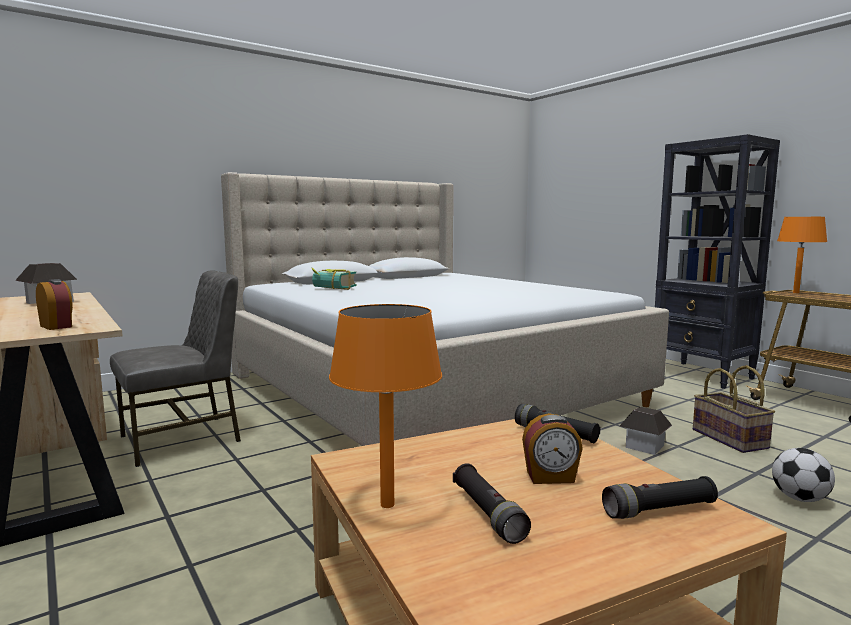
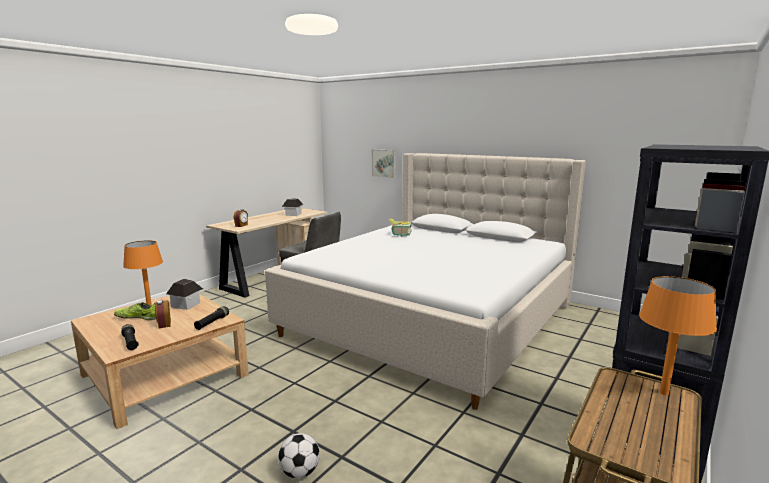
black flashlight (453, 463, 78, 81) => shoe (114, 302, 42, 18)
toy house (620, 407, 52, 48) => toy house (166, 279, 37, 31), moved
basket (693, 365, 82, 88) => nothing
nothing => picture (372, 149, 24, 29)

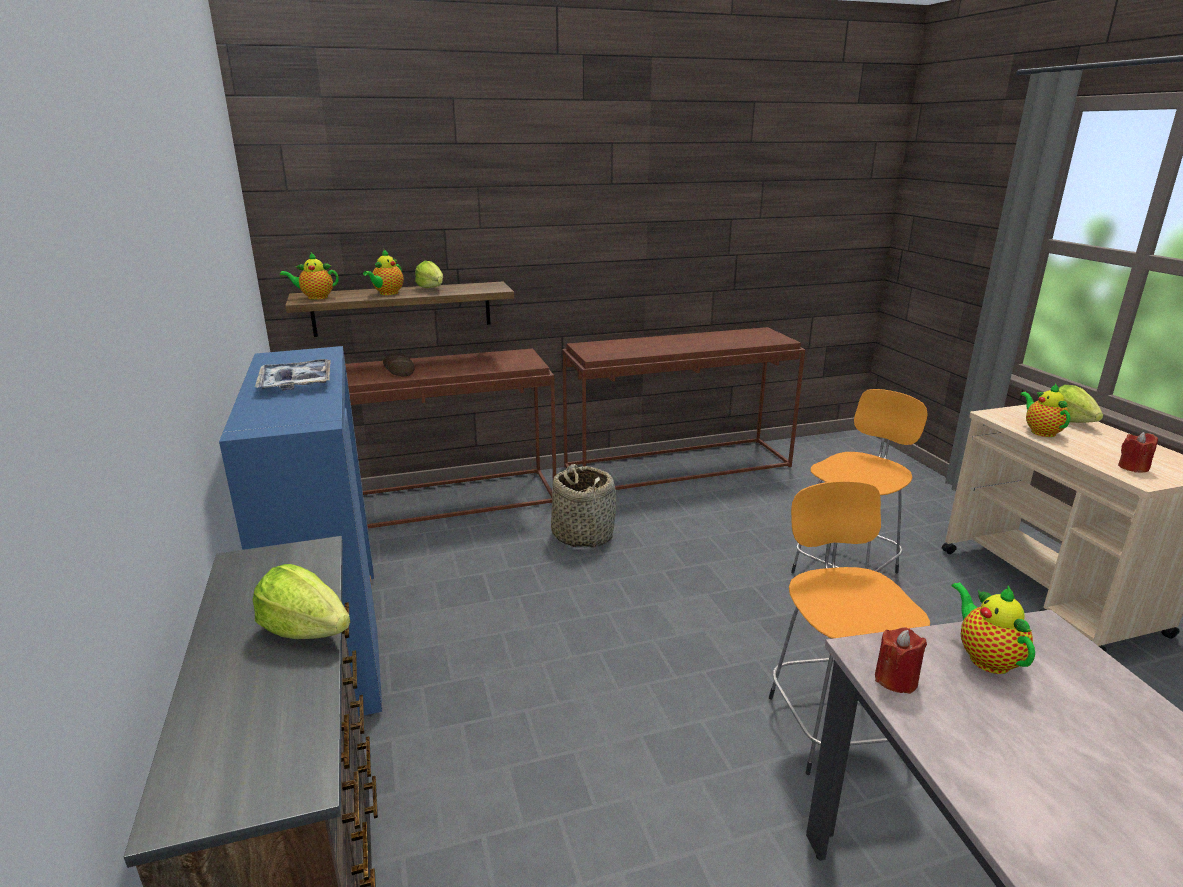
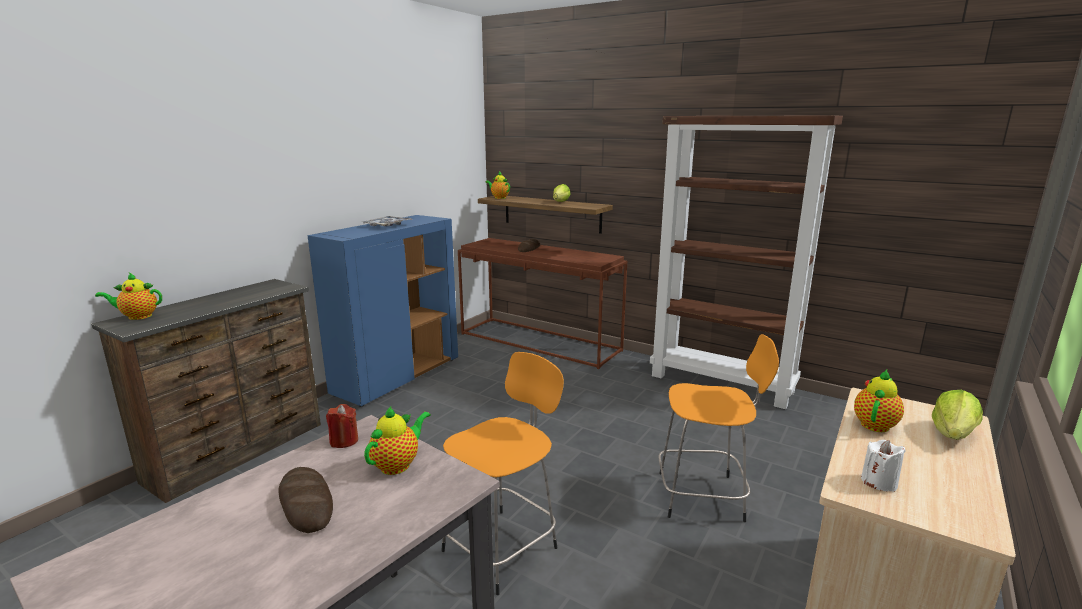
lettuce (253, 564, 97, 75) => nothing
teapot (363, 249, 41, 46) => teapot (95, 273, 67, 47), moved
basket (551, 464, 65, 84) => nothing
brown console table (562, 327, 243, 163) => brown bookcase (650, 115, 193, 294)
red candle (1118, 432, 40, 40) => white candle (861, 440, 45, 52)
nothing => bread (278, 467, 55, 66)

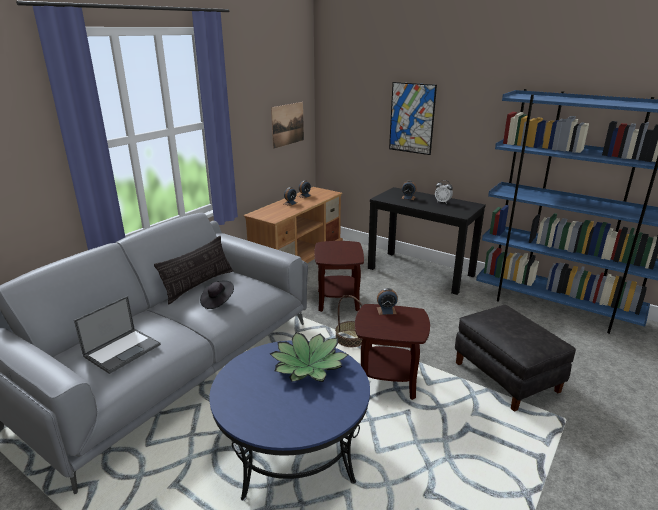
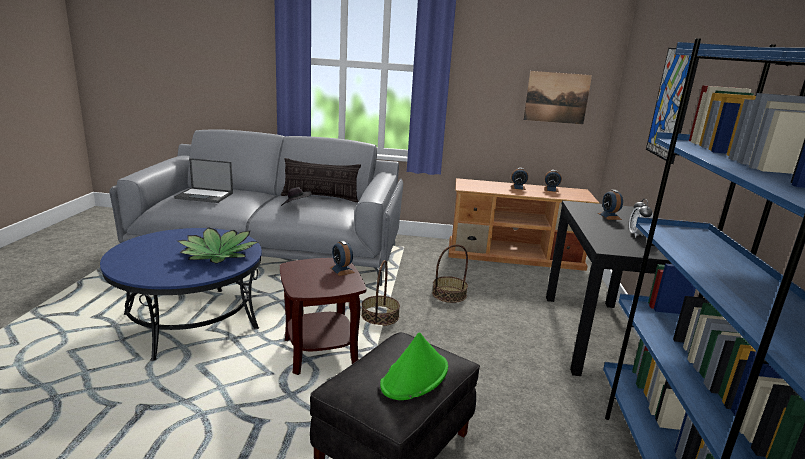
brown side table (314, 241, 50, 71) => basket (432, 244, 36, 59)
nothing => green hat (380, 332, 68, 68)

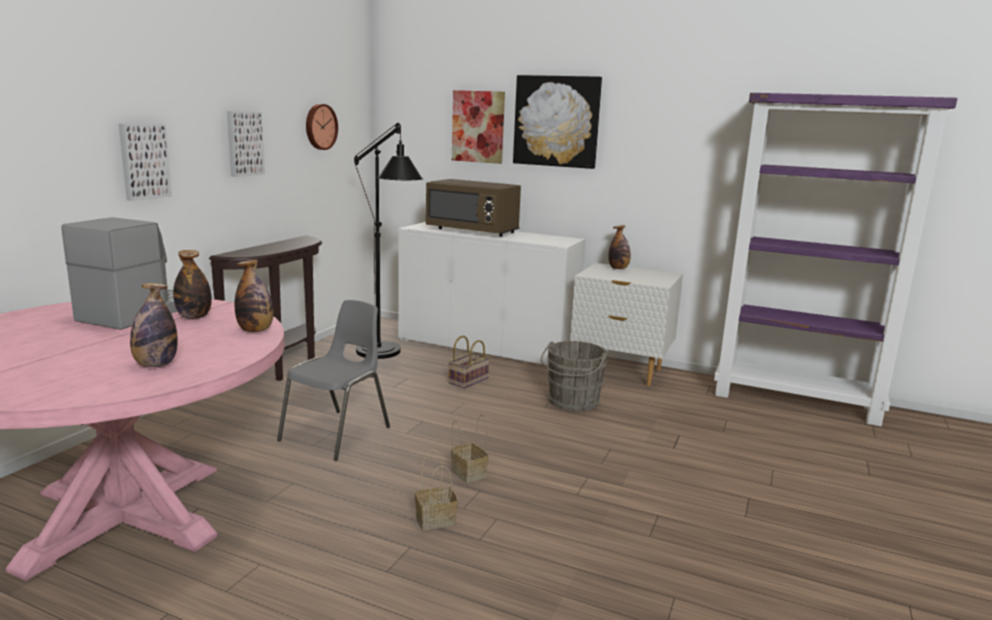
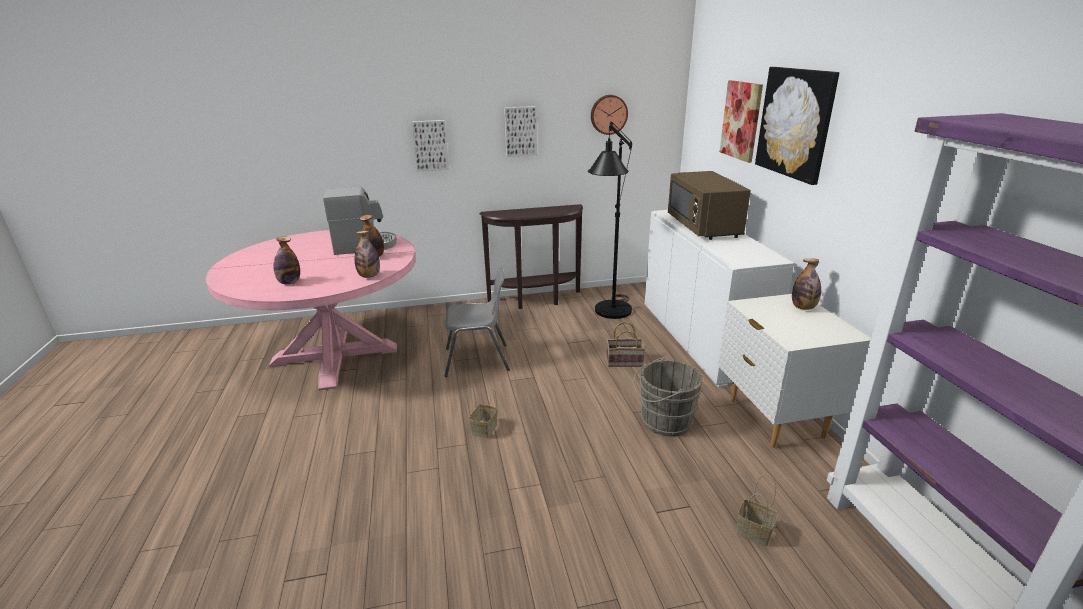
basket (415, 449, 43, 81) => basket (736, 474, 42, 72), moved

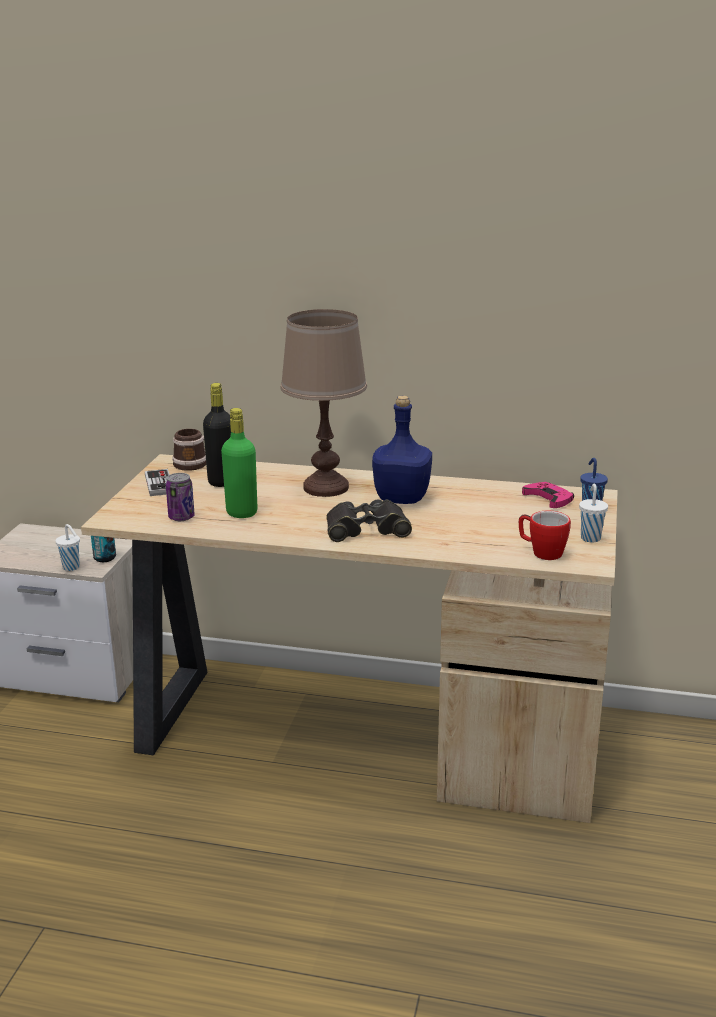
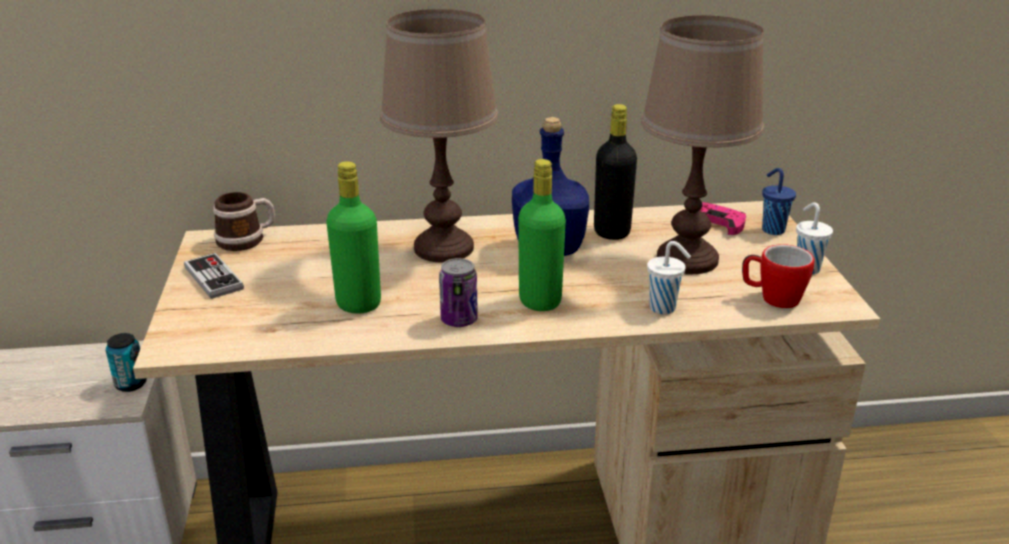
white cup (55, 524, 25, 47) => white cup (647, 241, 44, 73), moved
can (166, 473, 29, 48) => can (439, 258, 39, 69), moved
black bottle (203, 383, 28, 104) => black bottle (594, 104, 43, 136), moved
black binoculars (326, 499, 86, 43) => green bottle (518, 159, 48, 152)
nothing => brown table lamp (641, 15, 123, 259)

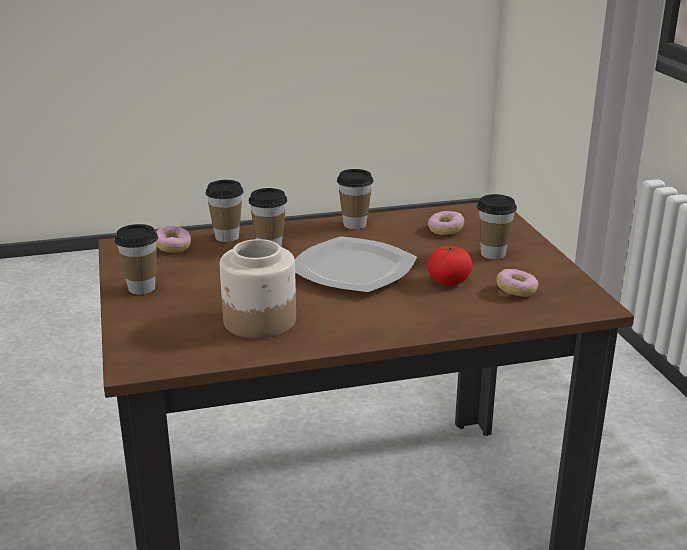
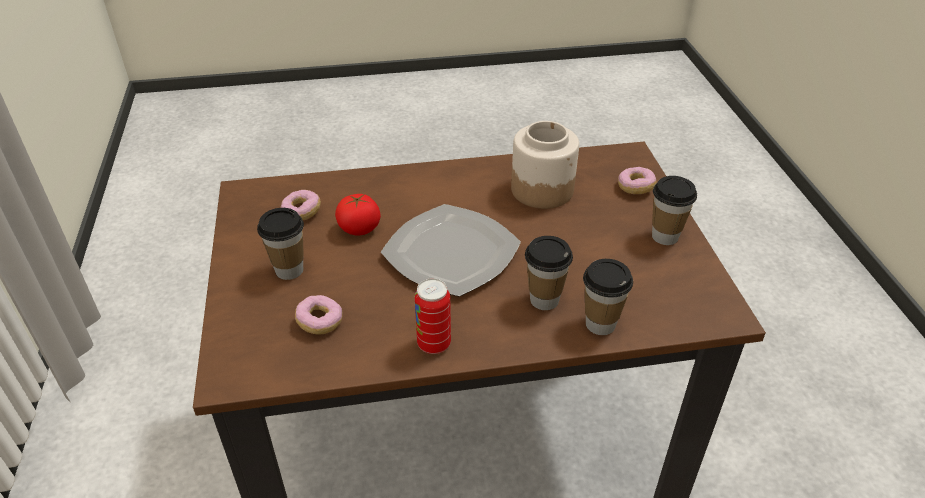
donut (156, 226, 35, 27) => donut (618, 167, 39, 27), moved
cup (337, 169, 36, 60) => can (414, 278, 37, 76)

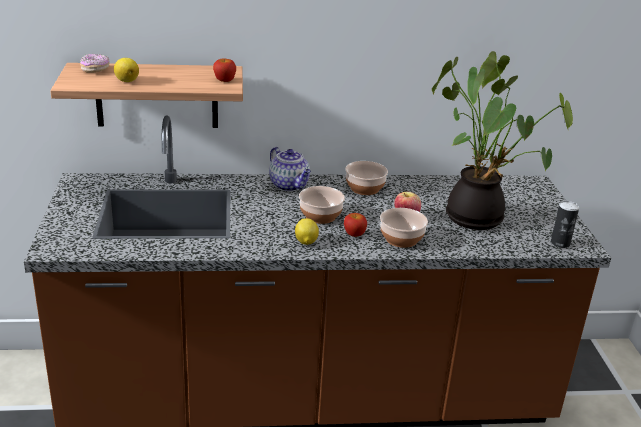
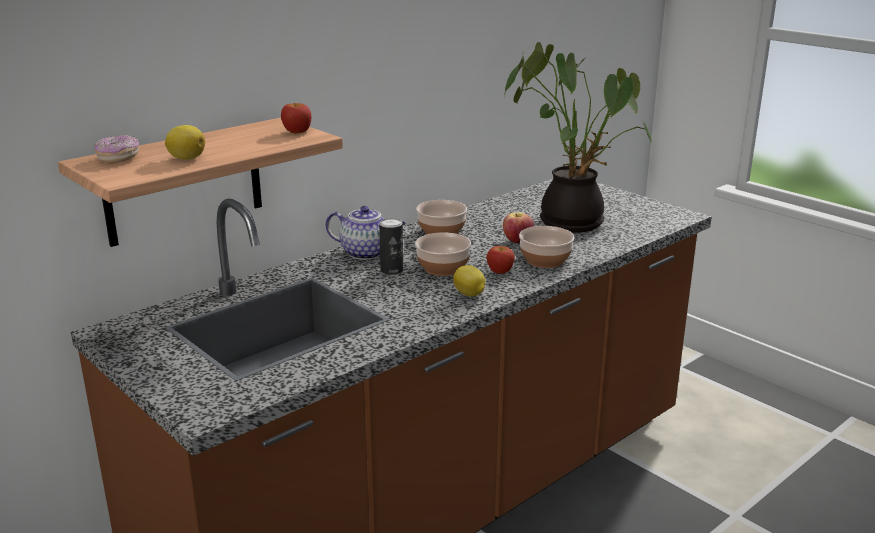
can (551, 201, 28, 47) => can (379, 218, 24, 57), moved

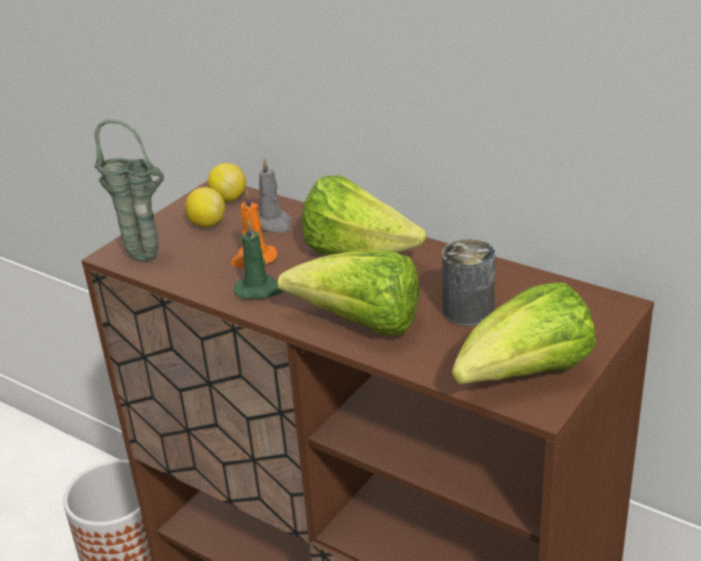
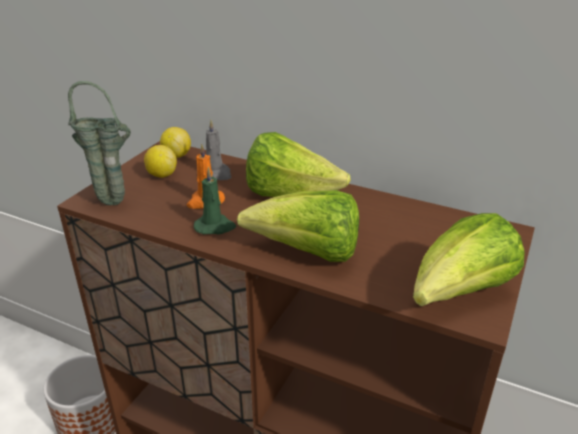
can (442, 239, 54, 87) => nothing

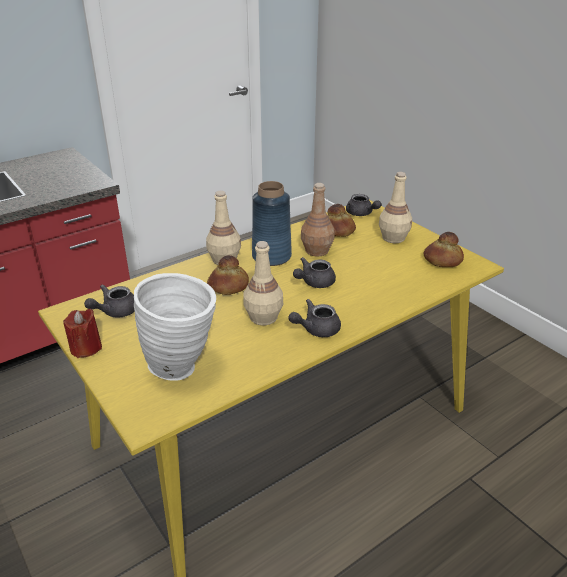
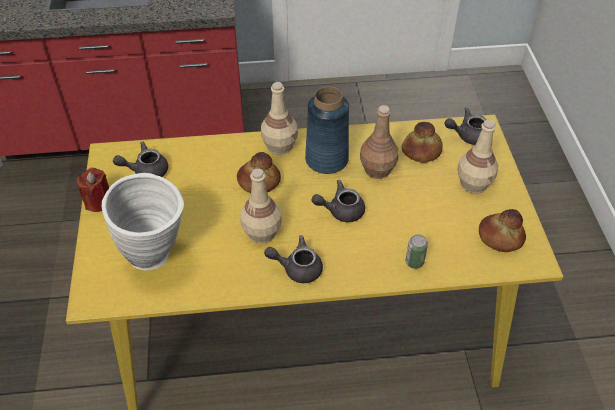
grey teapot (346, 194, 35, 22) => grey teapot (445, 107, 42, 38), 90 degrees clockwise
nothing => can (406, 234, 22, 35)

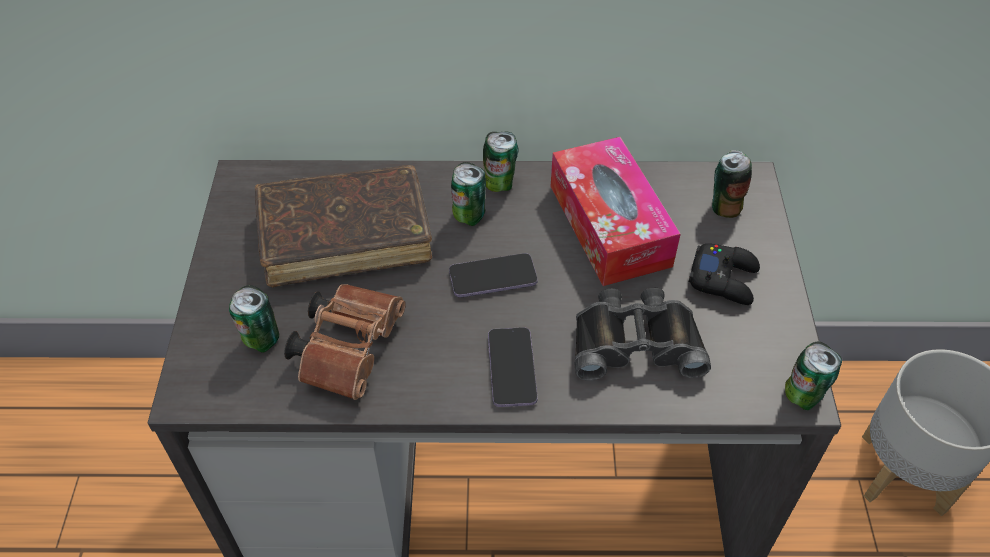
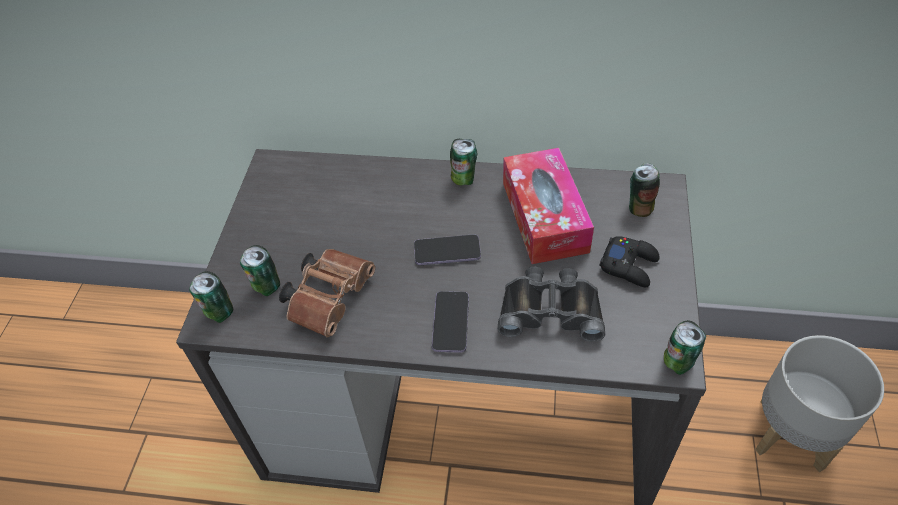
brown book (255, 165, 177, 122) => nothing
can (451, 162, 35, 64) => can (189, 271, 44, 52), moved

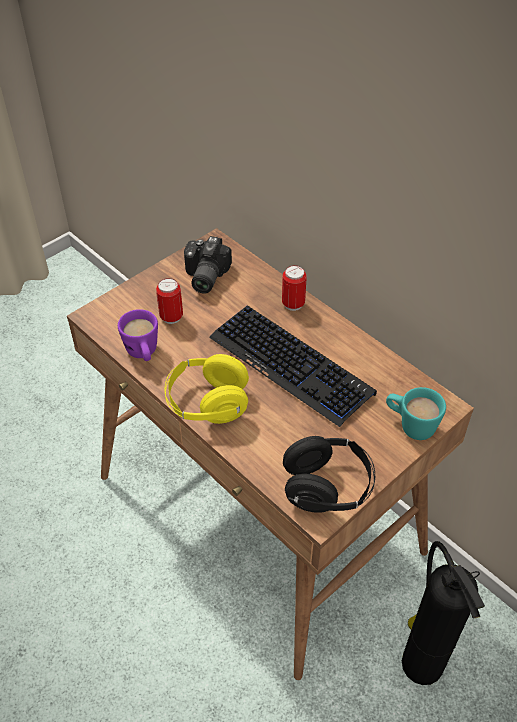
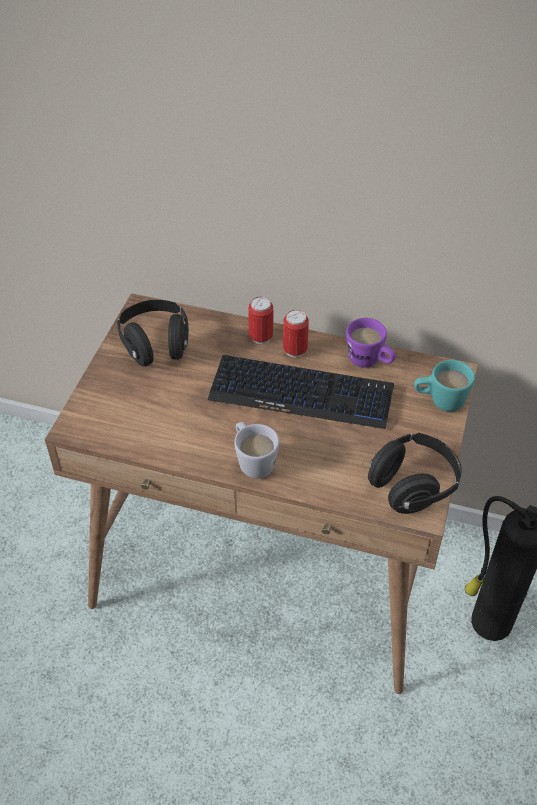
purple mug (118, 309, 40, 52) => purple mug (346, 318, 50, 50), moved
can (156, 278, 27, 46) => can (283, 310, 26, 48), moved
yellow headphones (165, 354, 84, 70) => white mug (234, 422, 45, 57)
photo camera (184, 236, 48, 58) => black headphones (117, 300, 72, 66)

